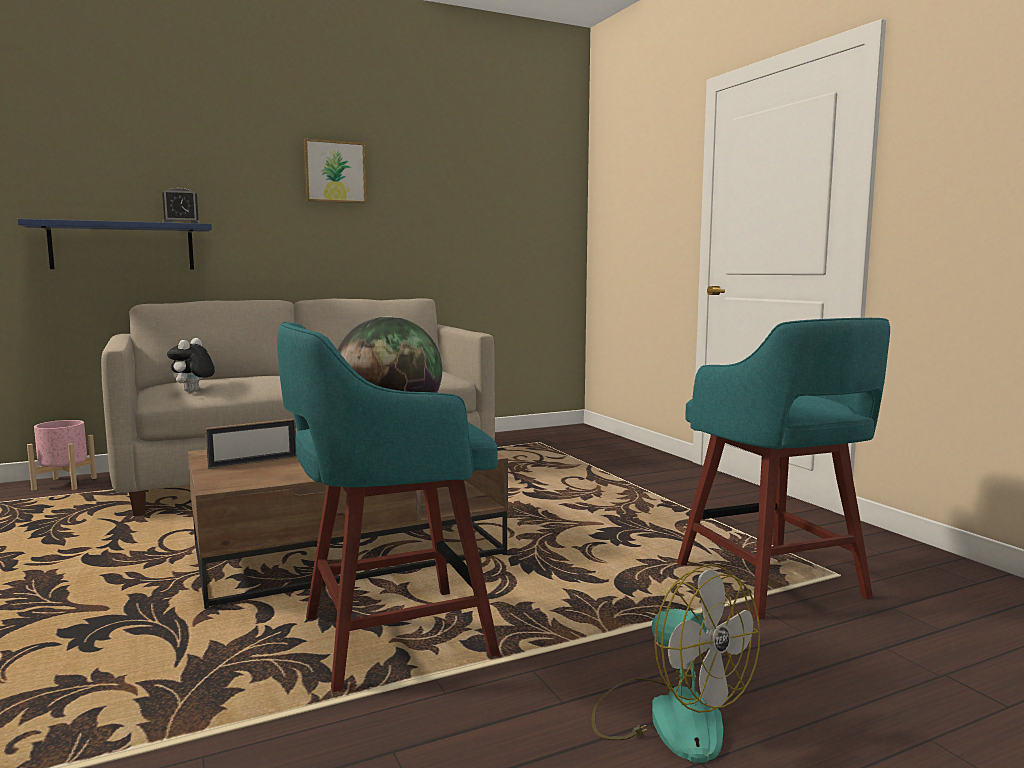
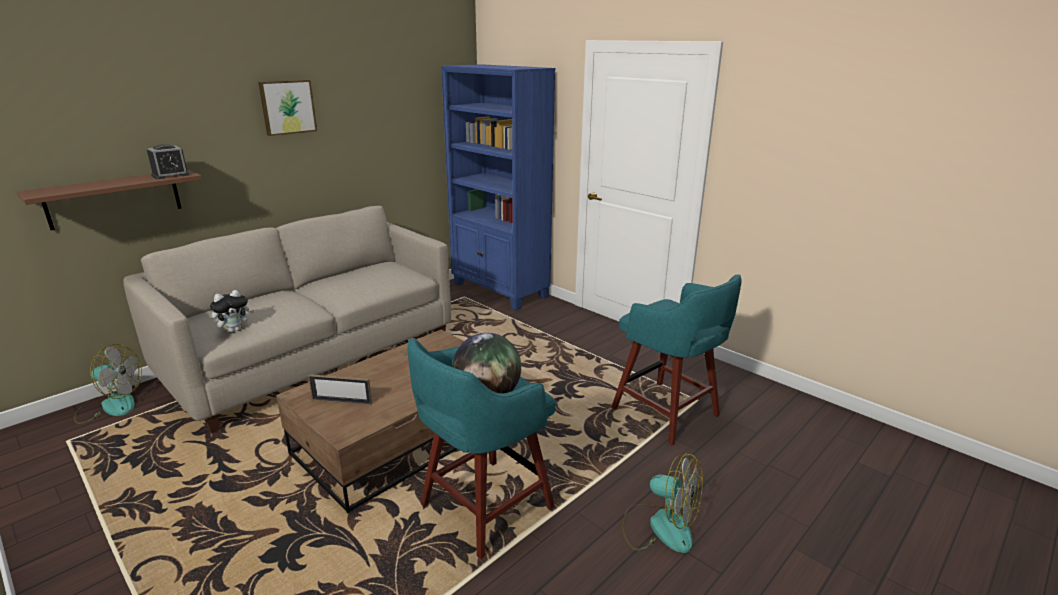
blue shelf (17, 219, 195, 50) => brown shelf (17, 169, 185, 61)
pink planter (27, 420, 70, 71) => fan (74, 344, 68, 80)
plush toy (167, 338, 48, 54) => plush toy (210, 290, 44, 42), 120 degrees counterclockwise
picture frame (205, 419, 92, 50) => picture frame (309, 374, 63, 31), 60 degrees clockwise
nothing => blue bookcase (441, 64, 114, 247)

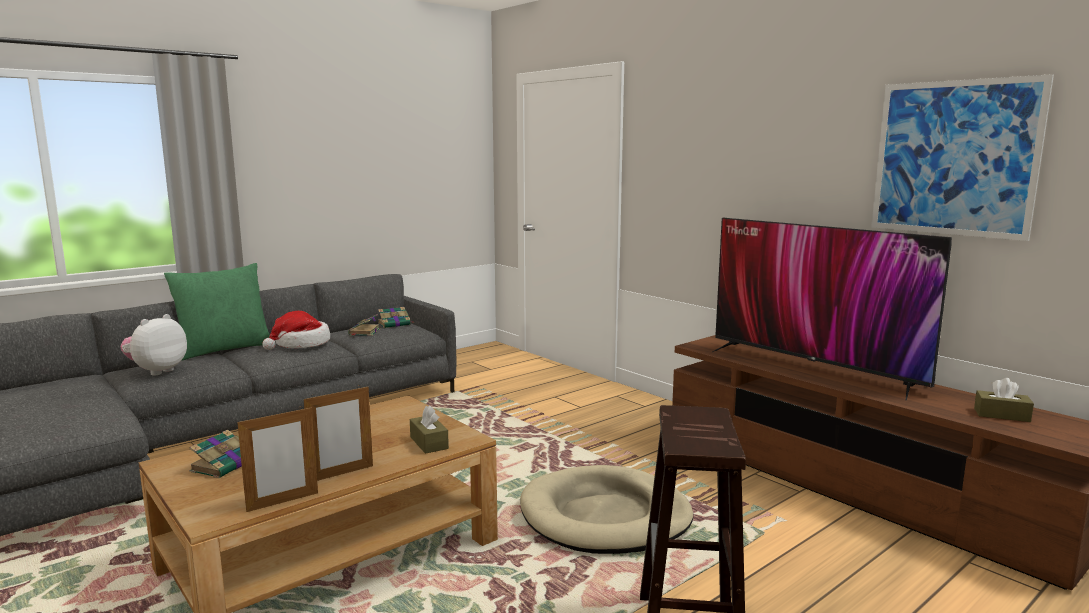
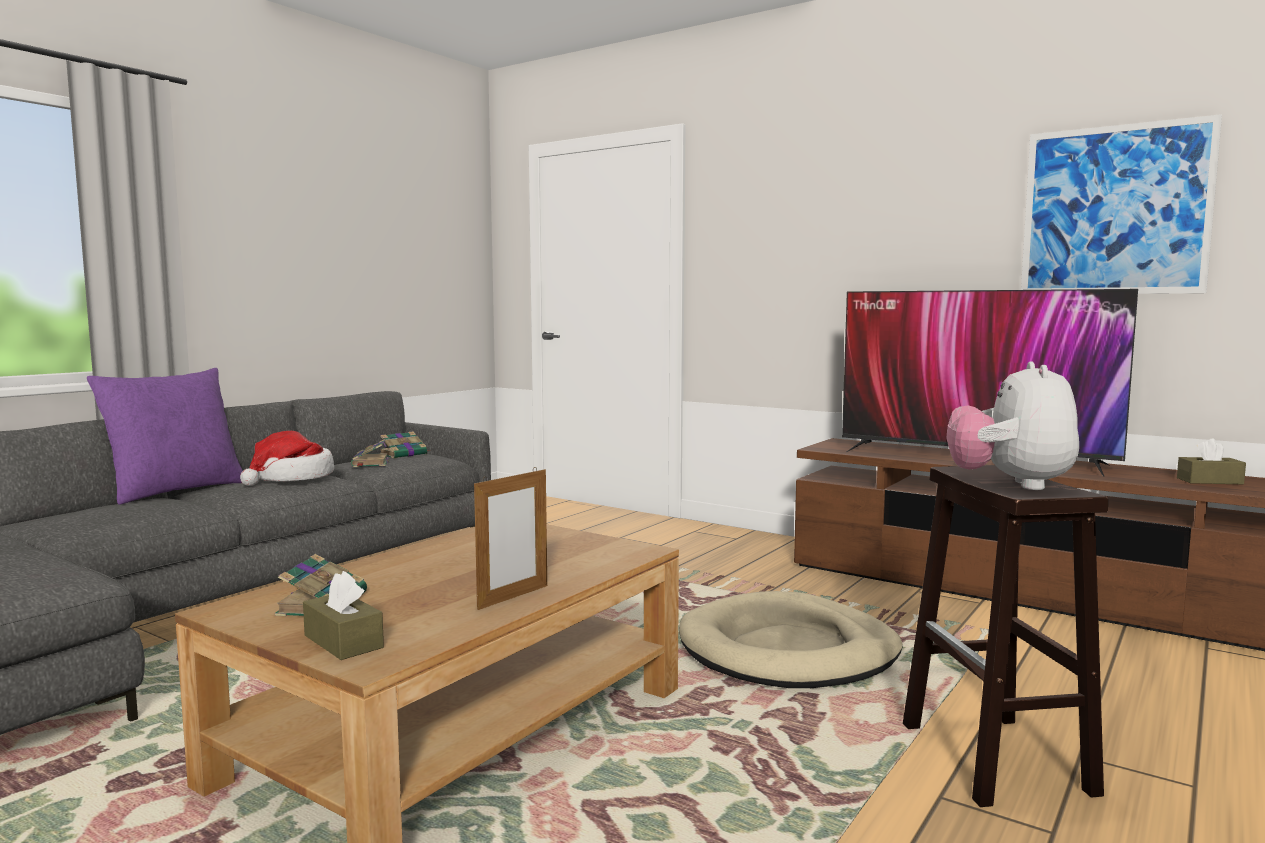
plush toy (120, 314, 67, 62) => plush toy (946, 362, 133, 128), moved
green pillow (164, 263, 106, 97) => purple pillow (87, 368, 156, 137)
picture frame (237, 406, 81, 106) => nothing
brown tissue box (410, 405, 39, 49) => brown tissue box (303, 571, 81, 89), moved

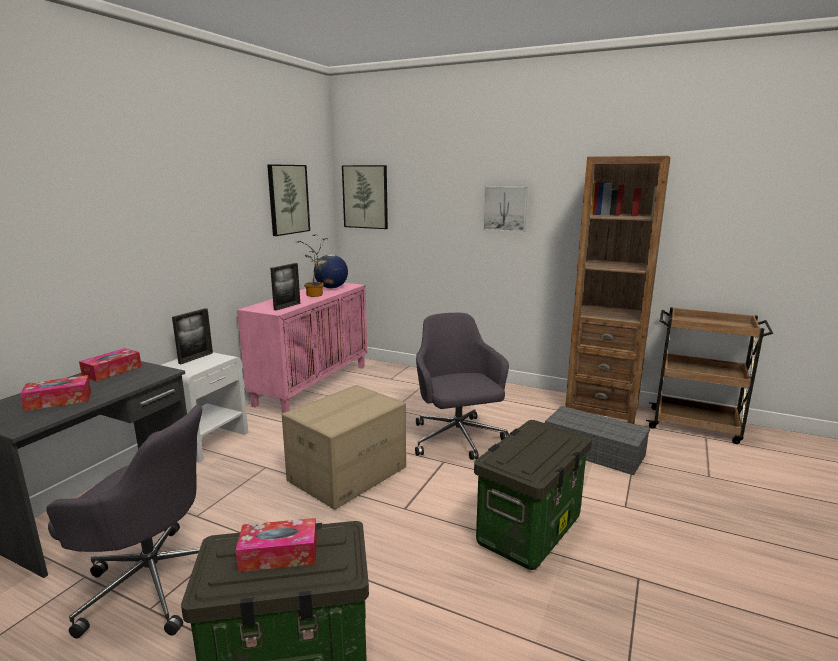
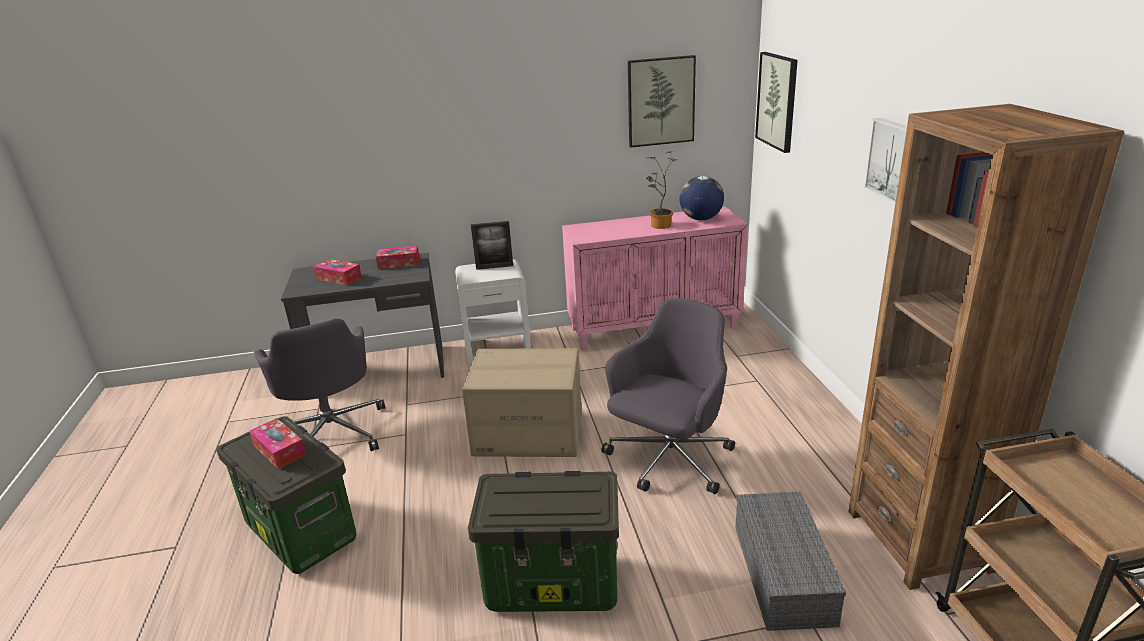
picture frame (270, 263, 30, 48) => nothing

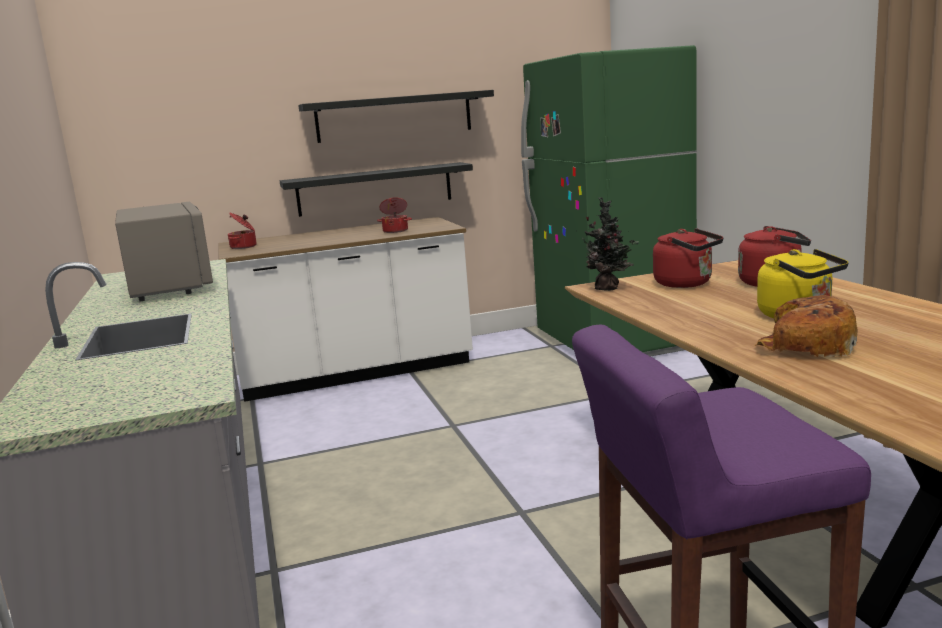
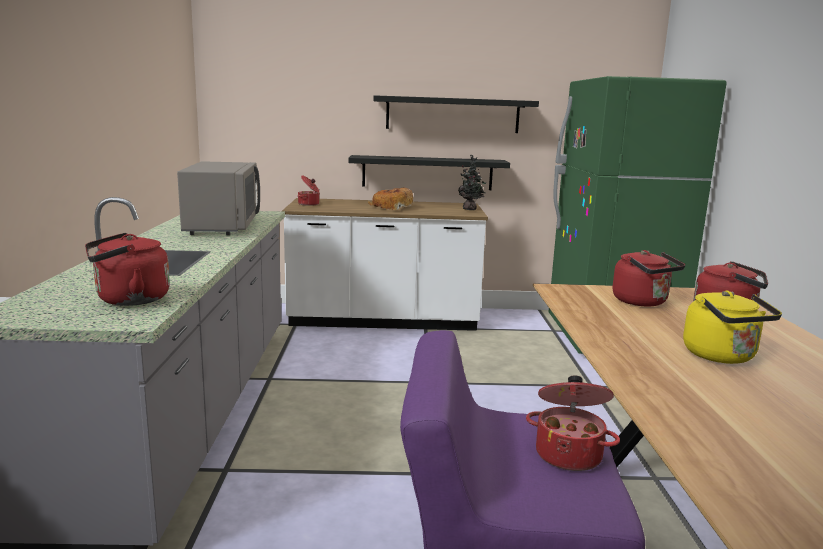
cooking pot (377, 197, 35, 36) => cooking pot (526, 375, 94, 96), moved
potted plant (582, 198, 57, 93) => potted plant (458, 155, 28, 55), moved
bread (754, 295, 103, 62) => bread (368, 188, 45, 22), moved
nothing => red kettle (85, 233, 85, 73)

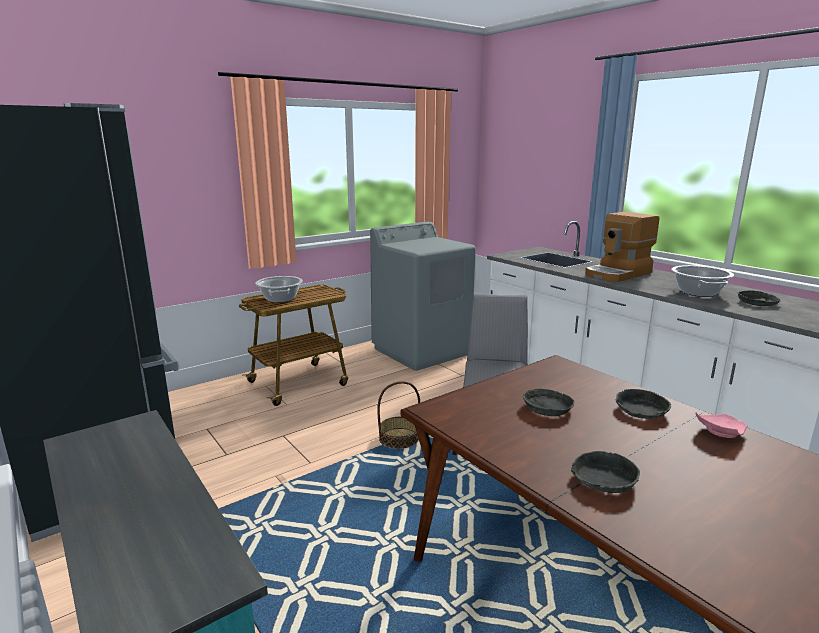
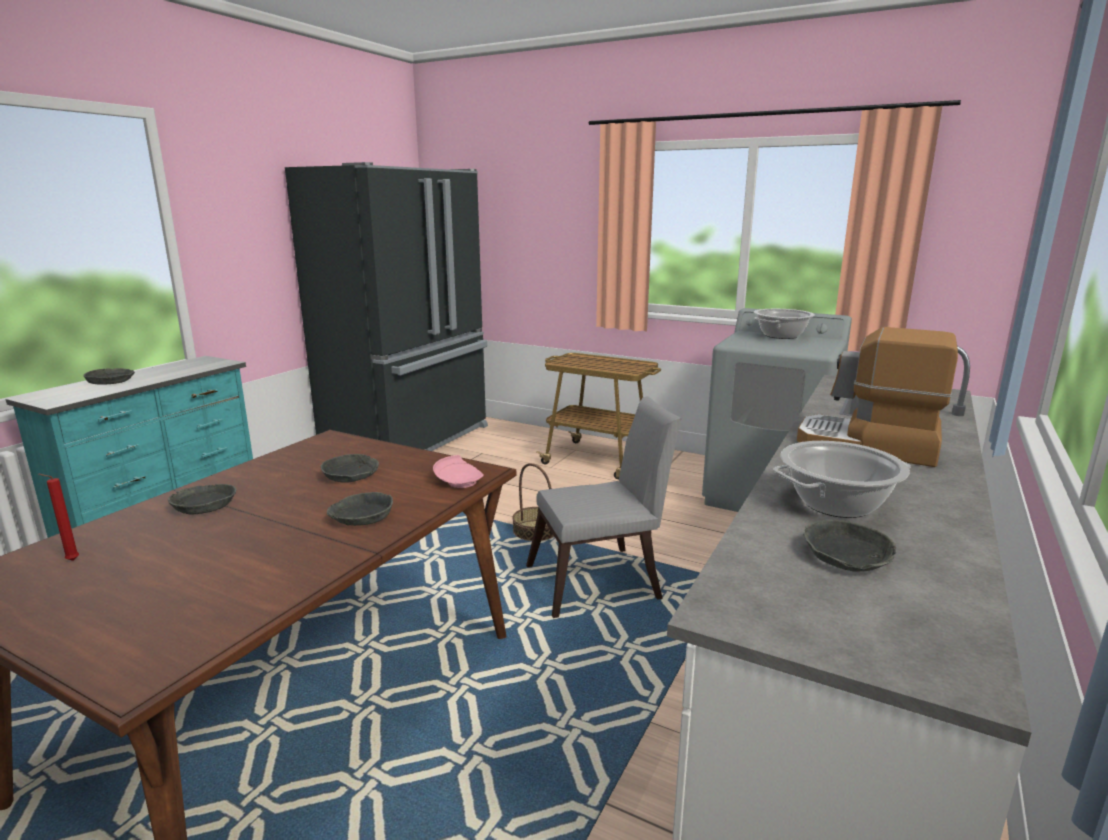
cooking pot (255, 276, 48, 27) => cooking pot (754, 309, 61, 30), moved
pink plate (695, 412, 53, 26) => pink plate (433, 455, 51, 33), moved
nothing => red candle (38, 474, 41, 87)
nothing => grey bowl (84, 368, 51, 17)

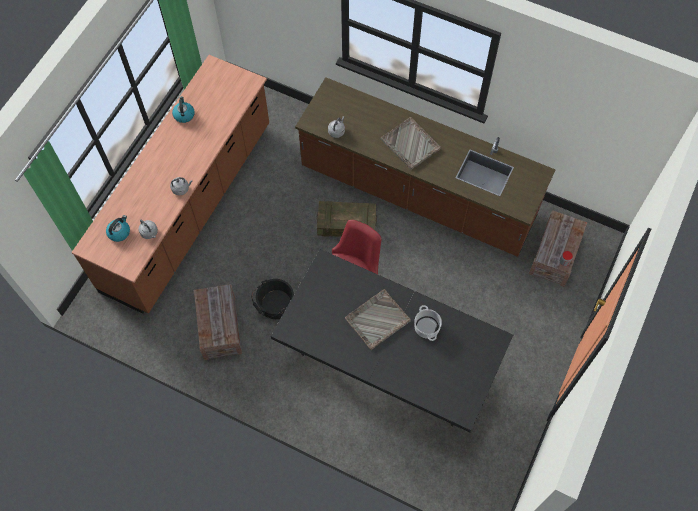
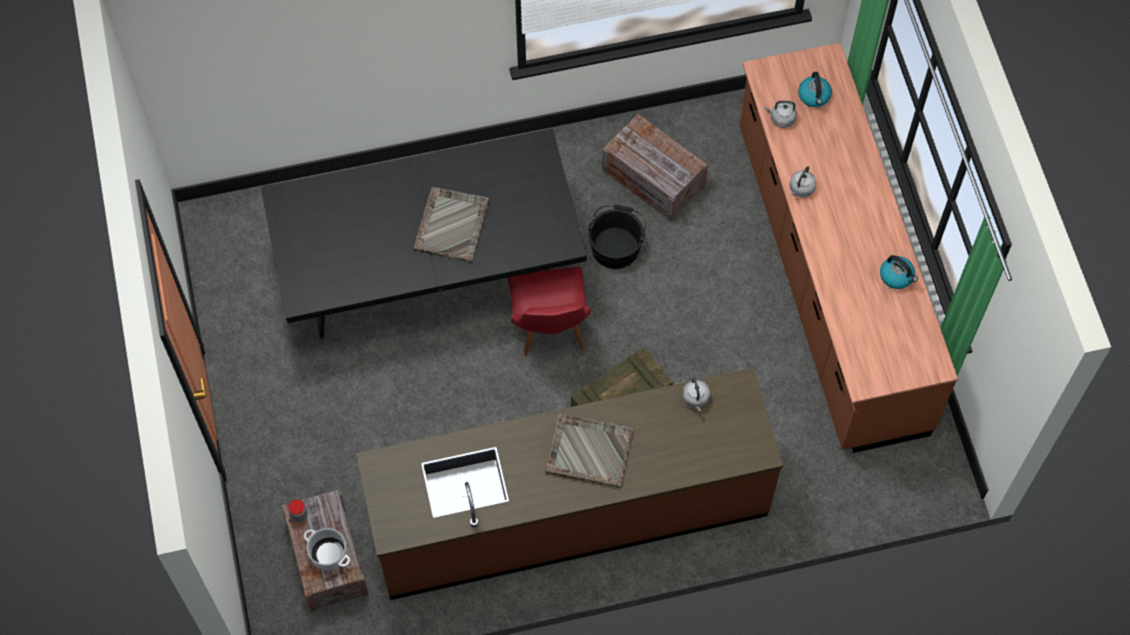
cooking pot (414, 305, 28, 36) => cooking pot (304, 528, 46, 42), moved

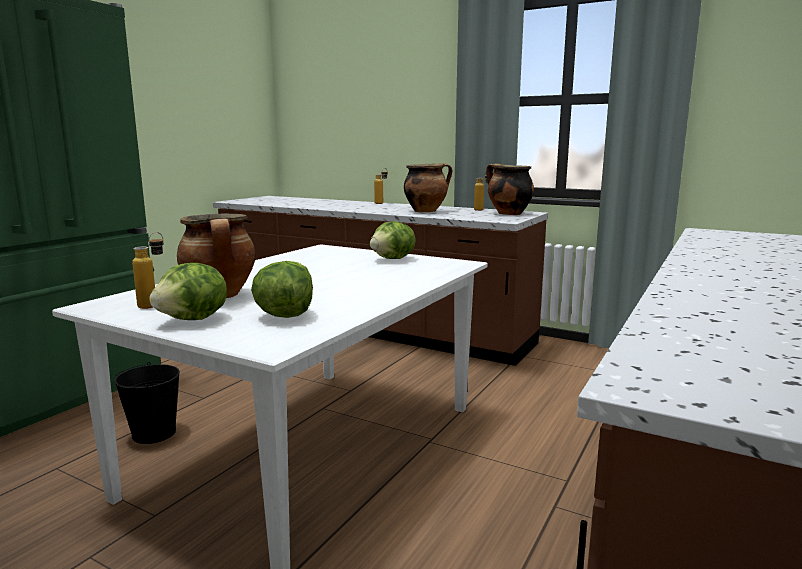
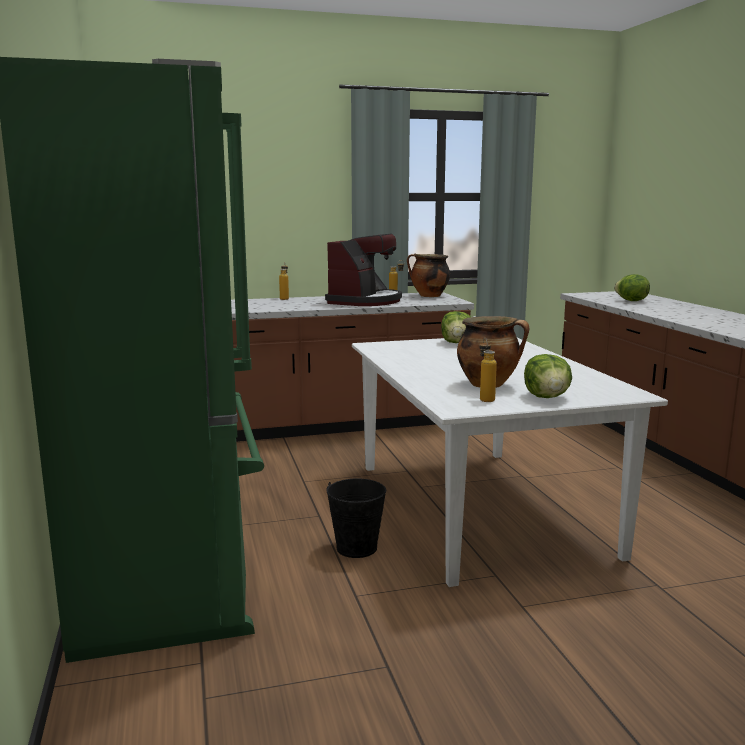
lettuce (251, 261, 62, 57) => lettuce (614, 274, 36, 27), moved
cooking pot (404, 163, 48, 49) => coffee machine (325, 233, 77, 73)

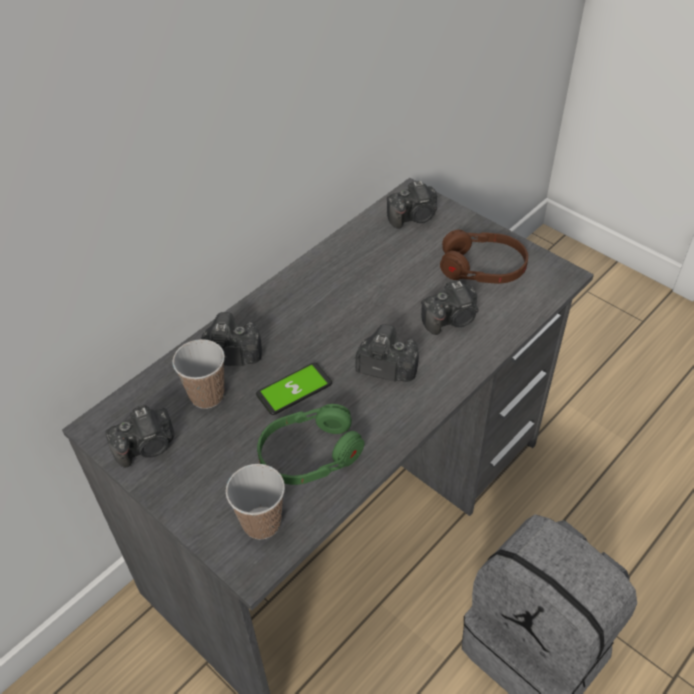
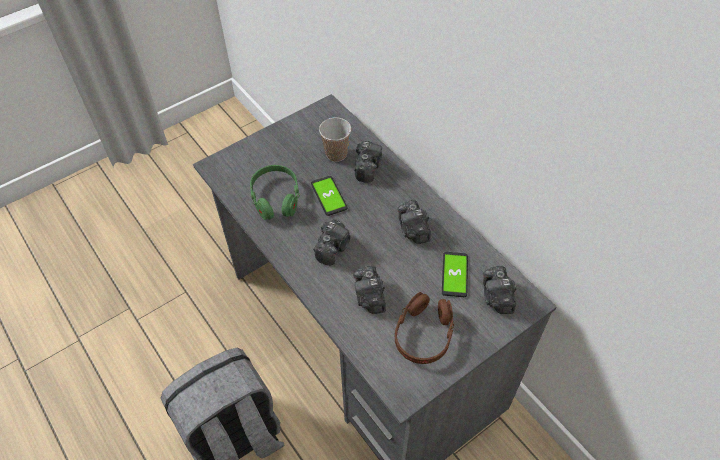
photo camera (105, 405, 69, 62) => photo camera (397, 200, 34, 44), moved
cup (226, 464, 59, 76) => nothing
nothing => phone (442, 252, 26, 45)

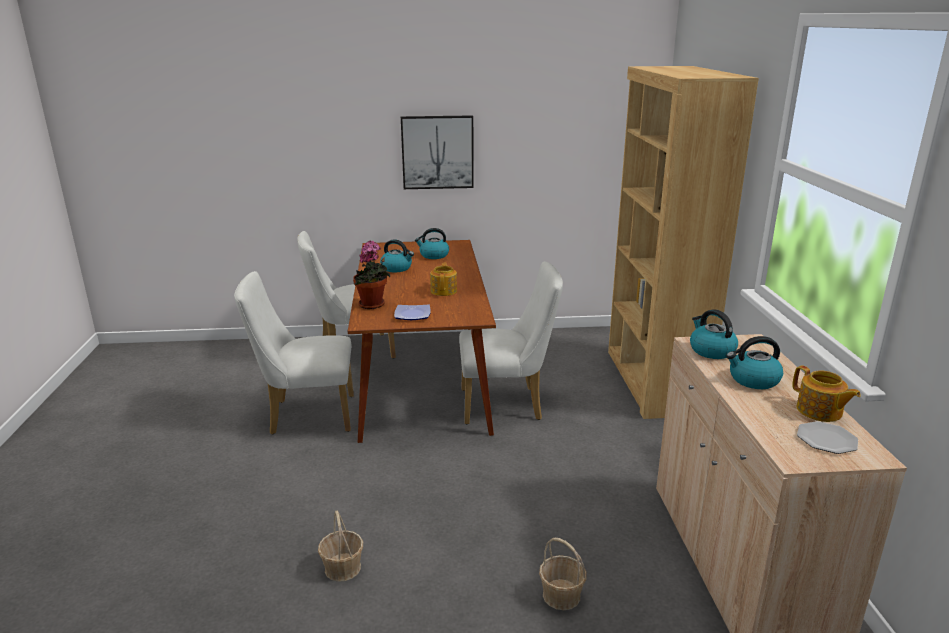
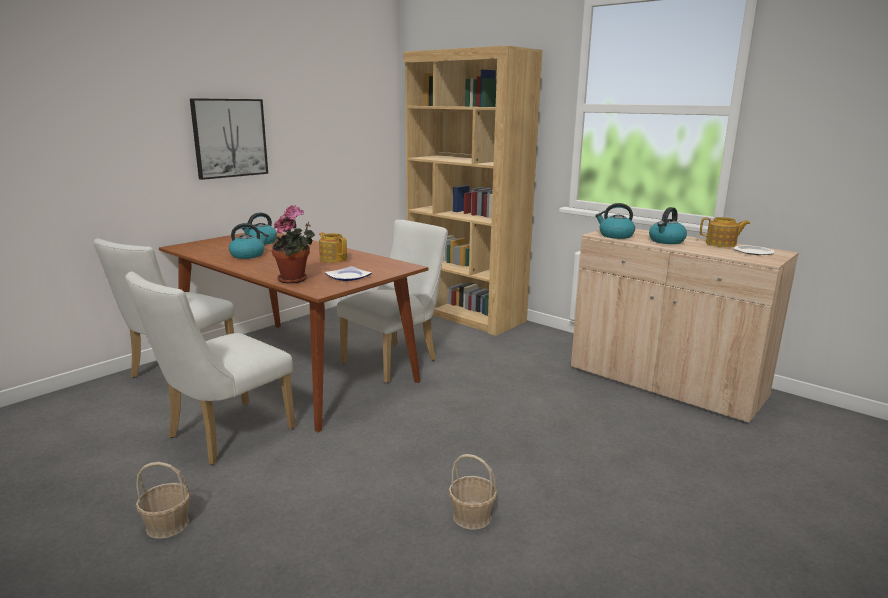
basket (539, 538, 48, 72) => basket (136, 462, 55, 77), moved

